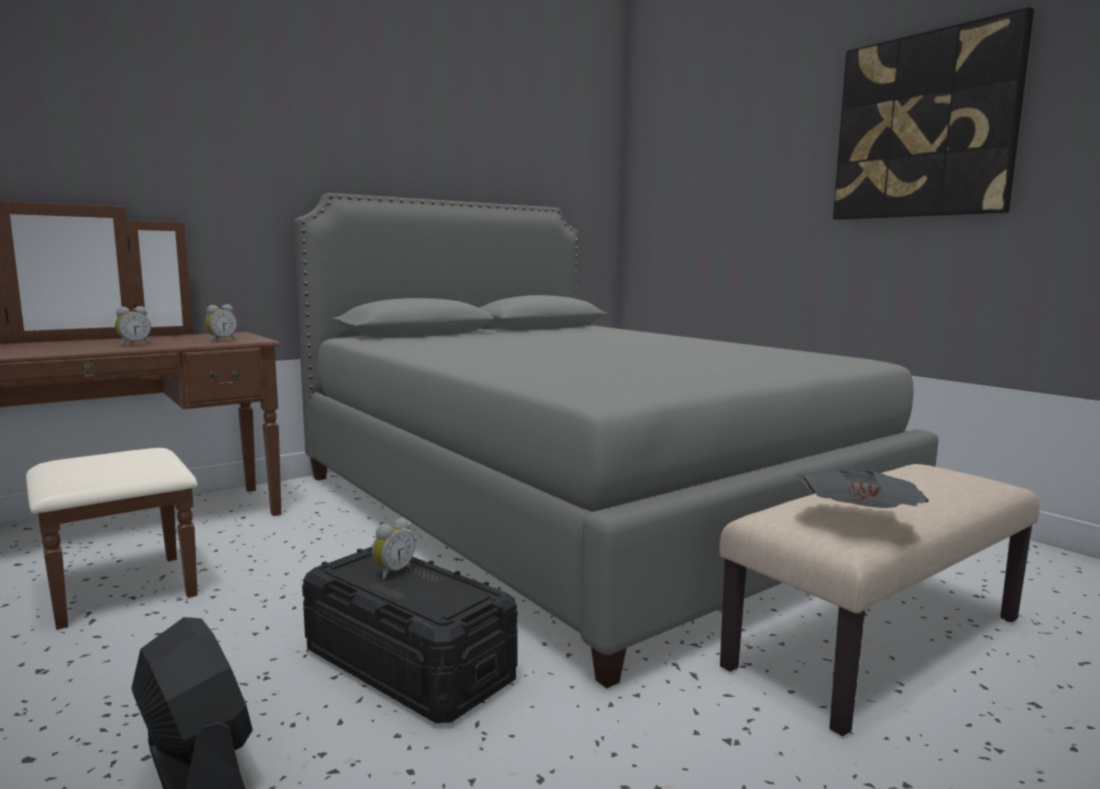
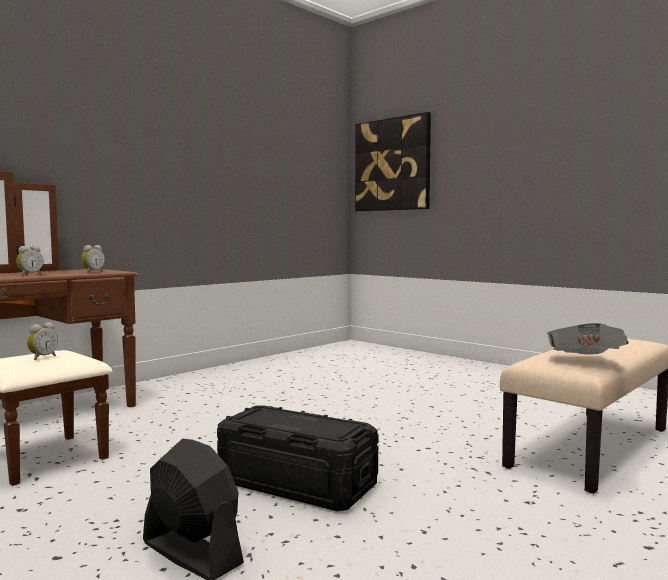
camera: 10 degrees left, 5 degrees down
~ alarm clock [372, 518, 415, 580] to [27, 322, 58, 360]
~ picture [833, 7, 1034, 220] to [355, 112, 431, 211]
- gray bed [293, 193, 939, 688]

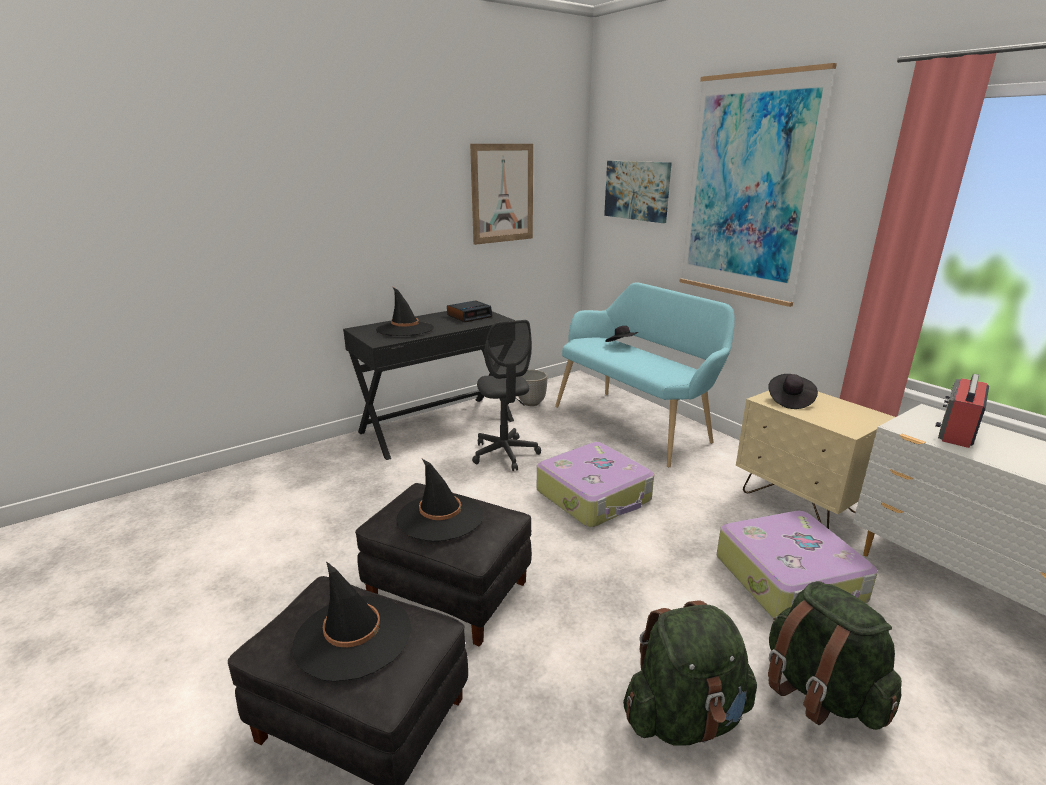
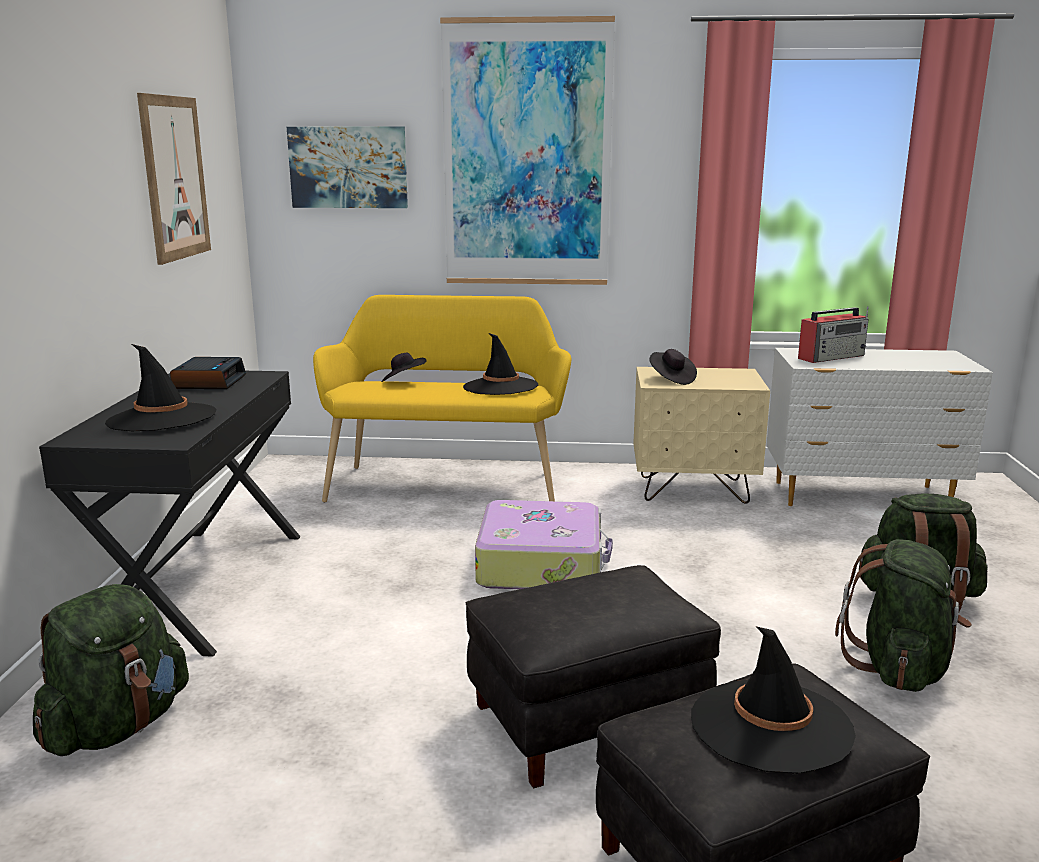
camera: 50 degrees left, 5 degrees down
+ greenish rucksack [33, 584, 189, 756]
~ blue-green long seat [555, 282, 735, 468] to yellow-coloured long seat [313, 295, 571, 503]
~ blackish clothing hat [396, 459, 484, 541] to [463, 333, 539, 395]
~ radio [935, 374, 989, 448] = [798, 306, 869, 363] 105 degrees counterclockwise
- gray computer chair [472, 320, 541, 471]
- flower pot [518, 370, 548, 406]
- travel case [717, 511, 878, 618]

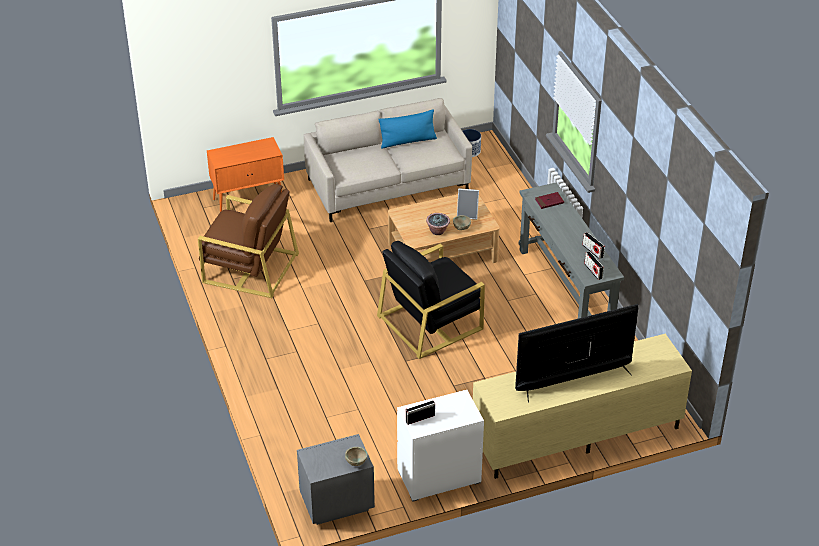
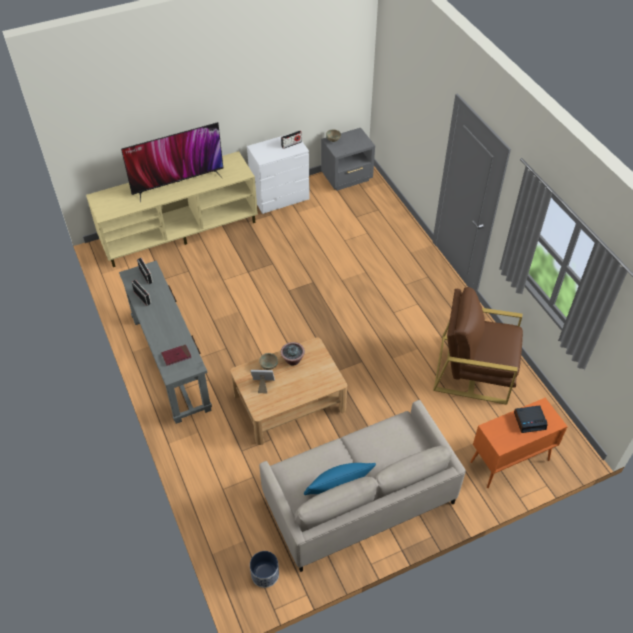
camera: 175 degrees right, 10 degrees up
+ alarm clock [514, 405, 548, 433]
- blackish lounge chair [377, 241, 485, 359]

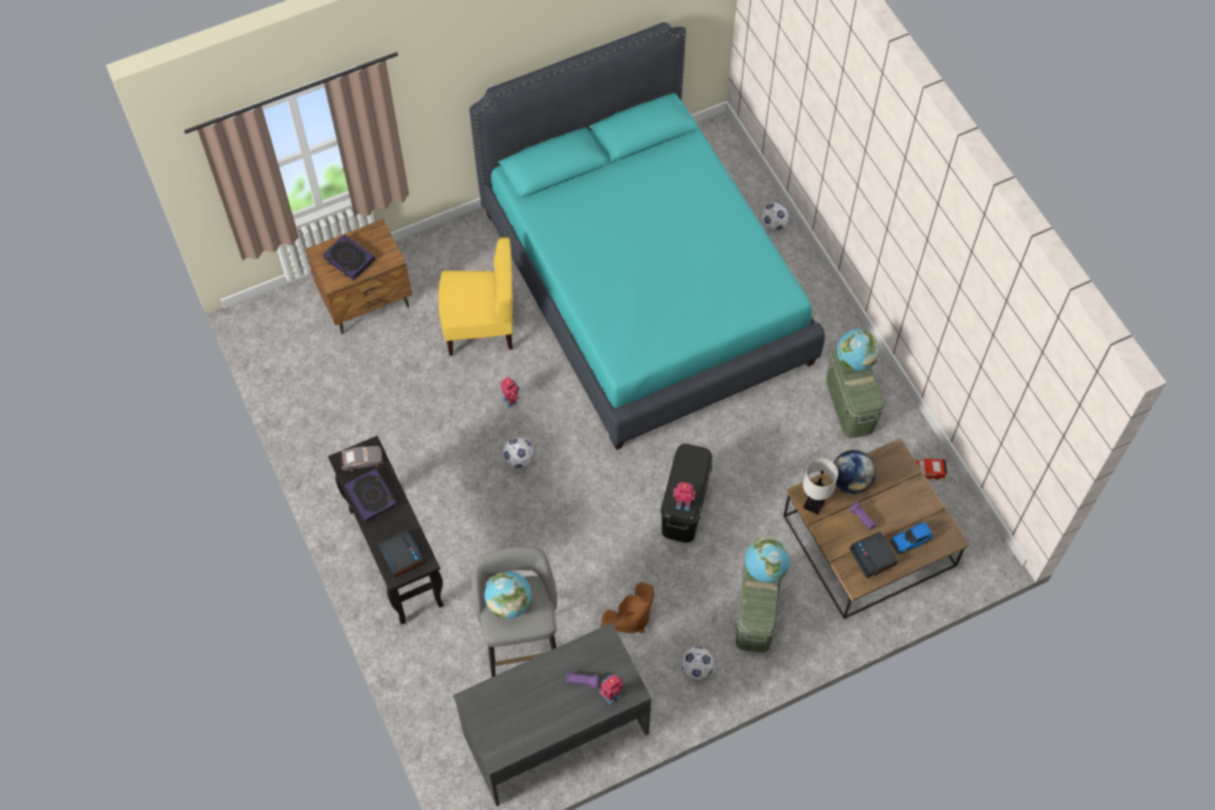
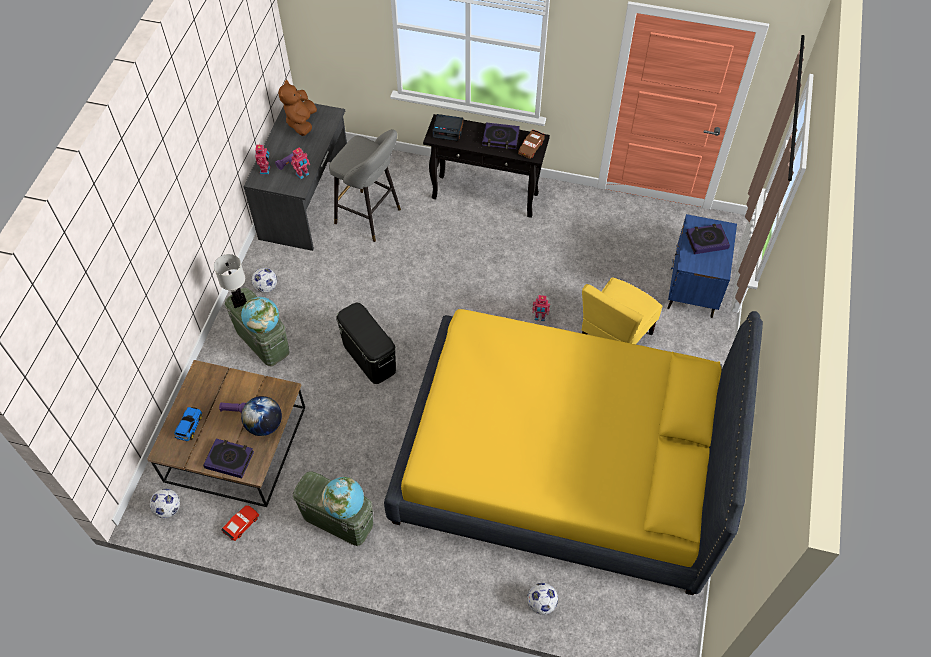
camera: 130 degrees right, 5 degrees down
~ ball for football [502, 437, 533, 468] to [150, 489, 180, 518]
+ volume [203, 439, 254, 479]
~ white table lamp [803, 458, 838, 514] to [214, 254, 247, 308]
~ brownish cuddly toy [601, 582, 654, 633] to [278, 80, 317, 136]
~ model robot [673, 482, 696, 511] to [291, 148, 310, 179]
~ blue-green bed [469, 22, 825, 450] to yellow-coloured bed [384, 309, 763, 595]
~ gray miniature car [339, 446, 383, 471] to brownish miniature car [518, 130, 545, 159]
~ brownish nightstand [305, 219, 412, 334] to blue-coloured nightstand [667, 214, 737, 318]
- globe [484, 571, 532, 619]
- alarm clock [849, 532, 898, 578]

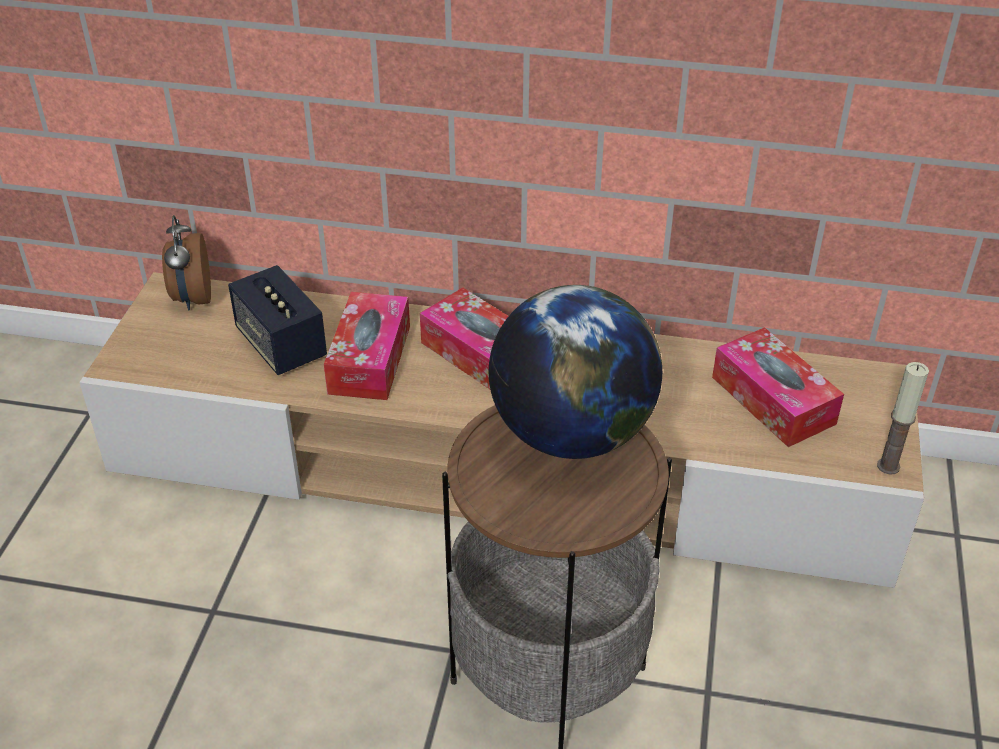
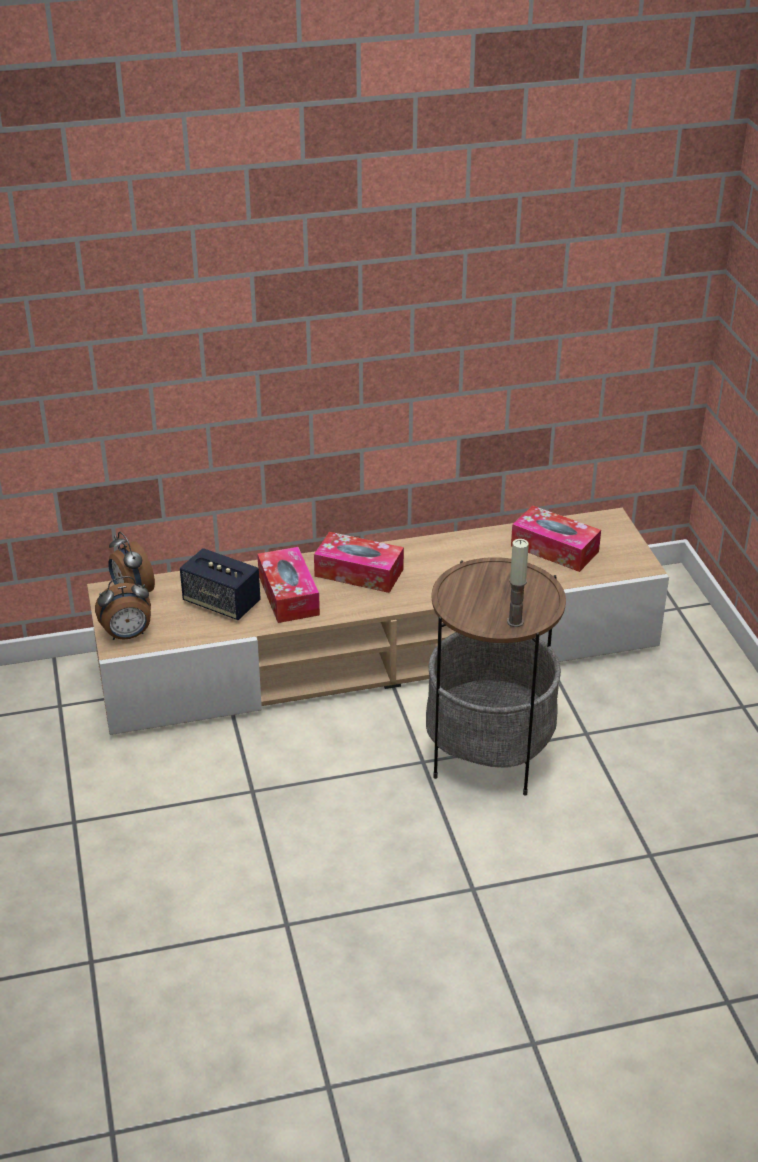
camera: 25 degrees left, 5 degrees down
+ alarm clock [95, 576, 151, 640]
~ wax light [877, 362, 929, 475] to [507, 539, 529, 627]
- globe [489, 285, 662, 459]

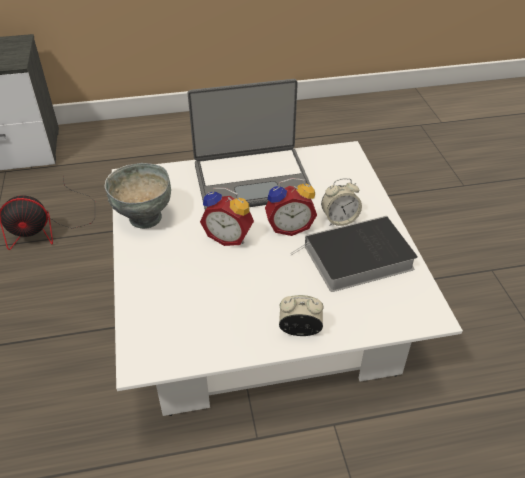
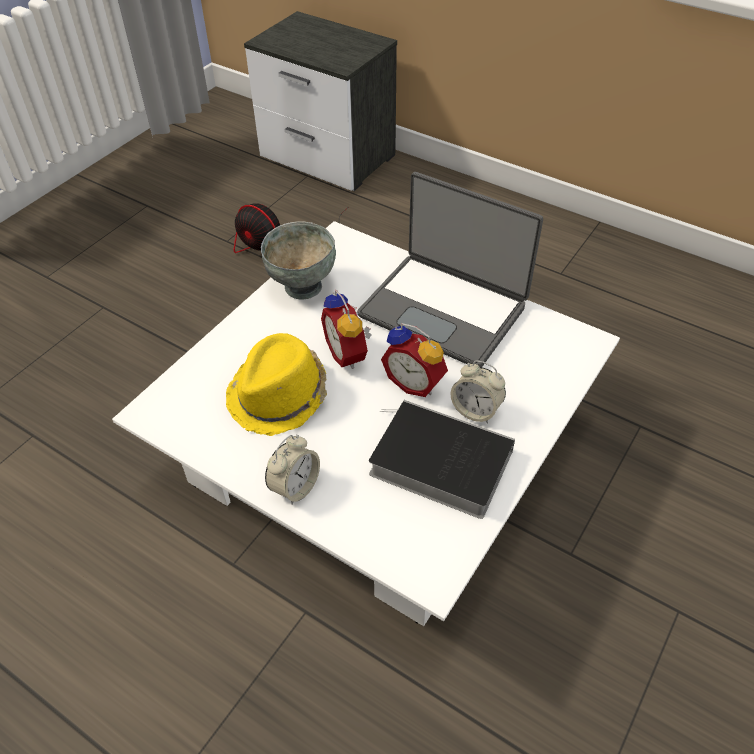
camera: 45 degrees right, 5 degrees up
+ yellow-coloured clothing hat [226, 333, 327, 436]
~ alarm clock [279, 295, 324, 336] = [265, 435, 320, 505] 75 degrees clockwise

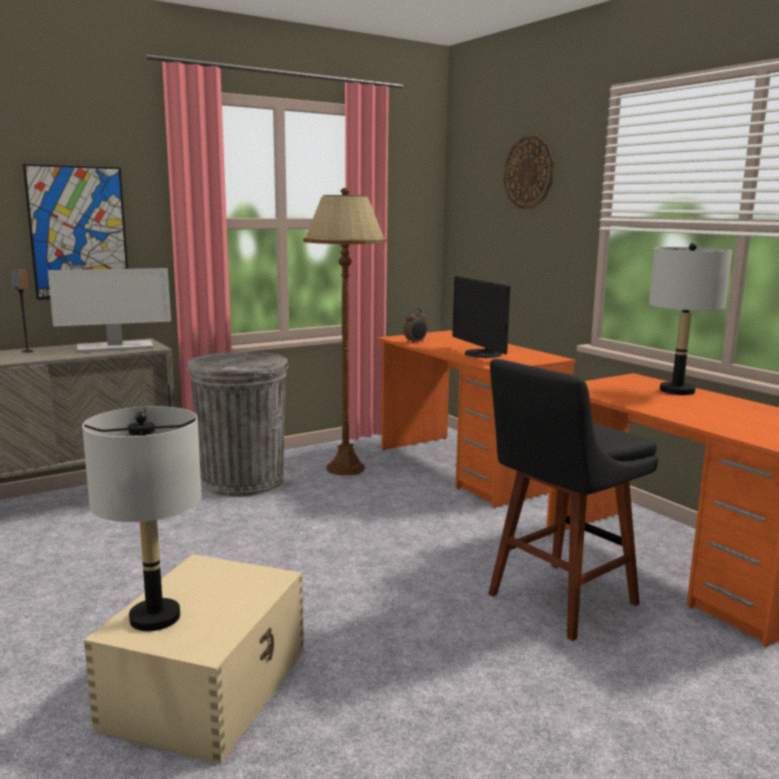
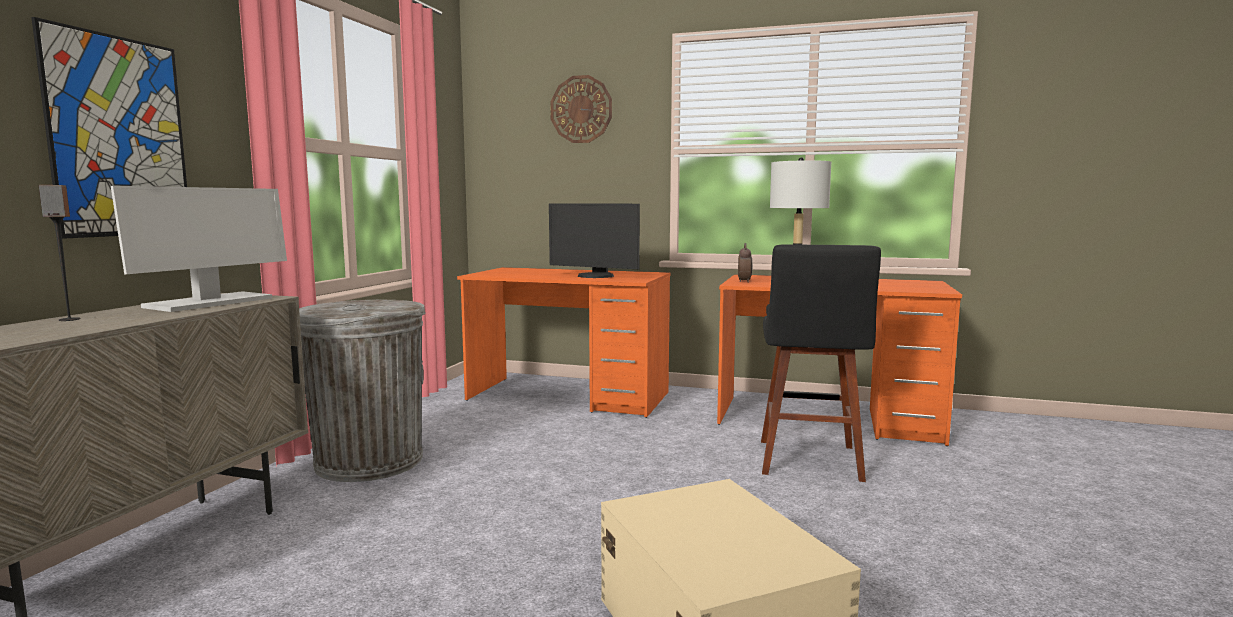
camera: 40 degrees left, 5 degrees down
~ alarm clock [404, 308, 427, 344] to [738, 243, 753, 283]
- gray table lamp [82, 406, 202, 631]
- brownish floor lamp [303, 188, 386, 475]

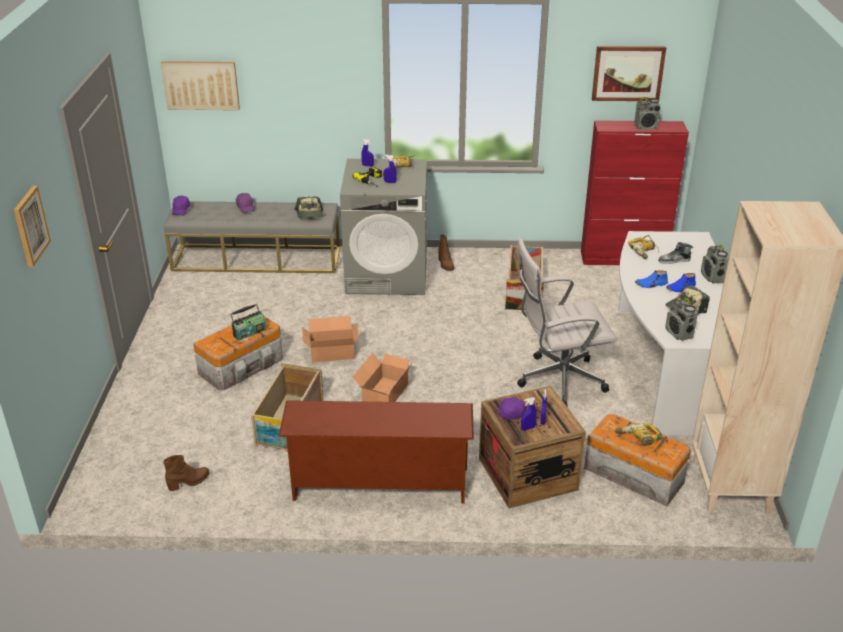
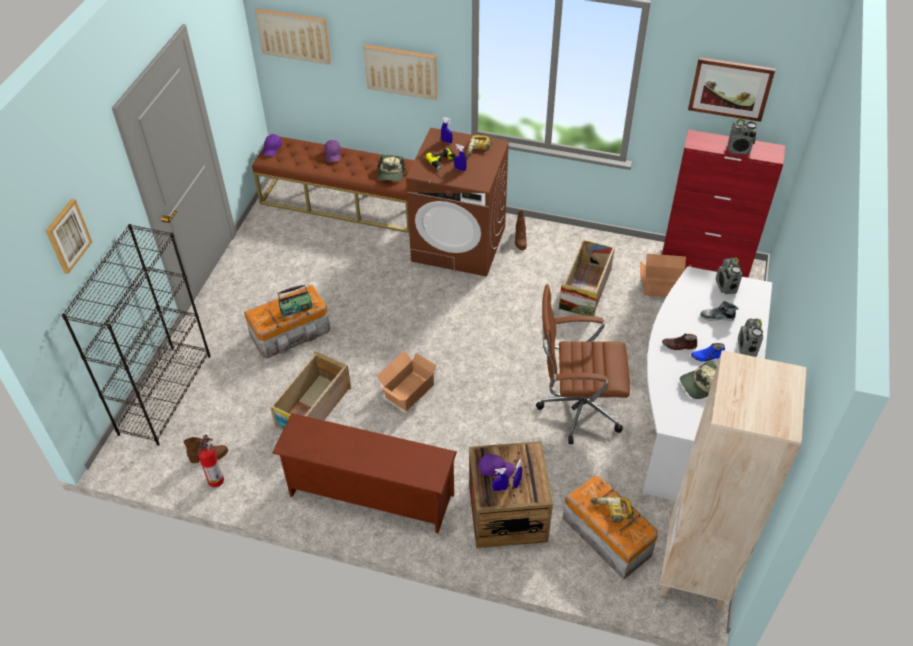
camera: 15 degrees right, 15 degrees up
+ blackish shelving unit [62, 224, 211, 446]
+ extinguisher [198, 434, 224, 487]
~ gray long seat [163, 201, 340, 273] to brownish long seat [252, 136, 414, 233]
+ picture [364, 44, 437, 100]
~ gray laundry machine [340, 159, 427, 295] to brownish laundry machine [406, 128, 509, 277]
~ white computer chair [517, 238, 617, 407] to brownish computer chair [536, 284, 630, 444]
~ cardboard box [302, 316, 359, 362] to [640, 254, 692, 297]
~ blue-coloured shoe [635, 270, 668, 288] to brownish shoe [662, 334, 697, 350]
~ radio [665, 297, 698, 341] to [716, 257, 743, 294]
- drill [628, 235, 659, 259]

